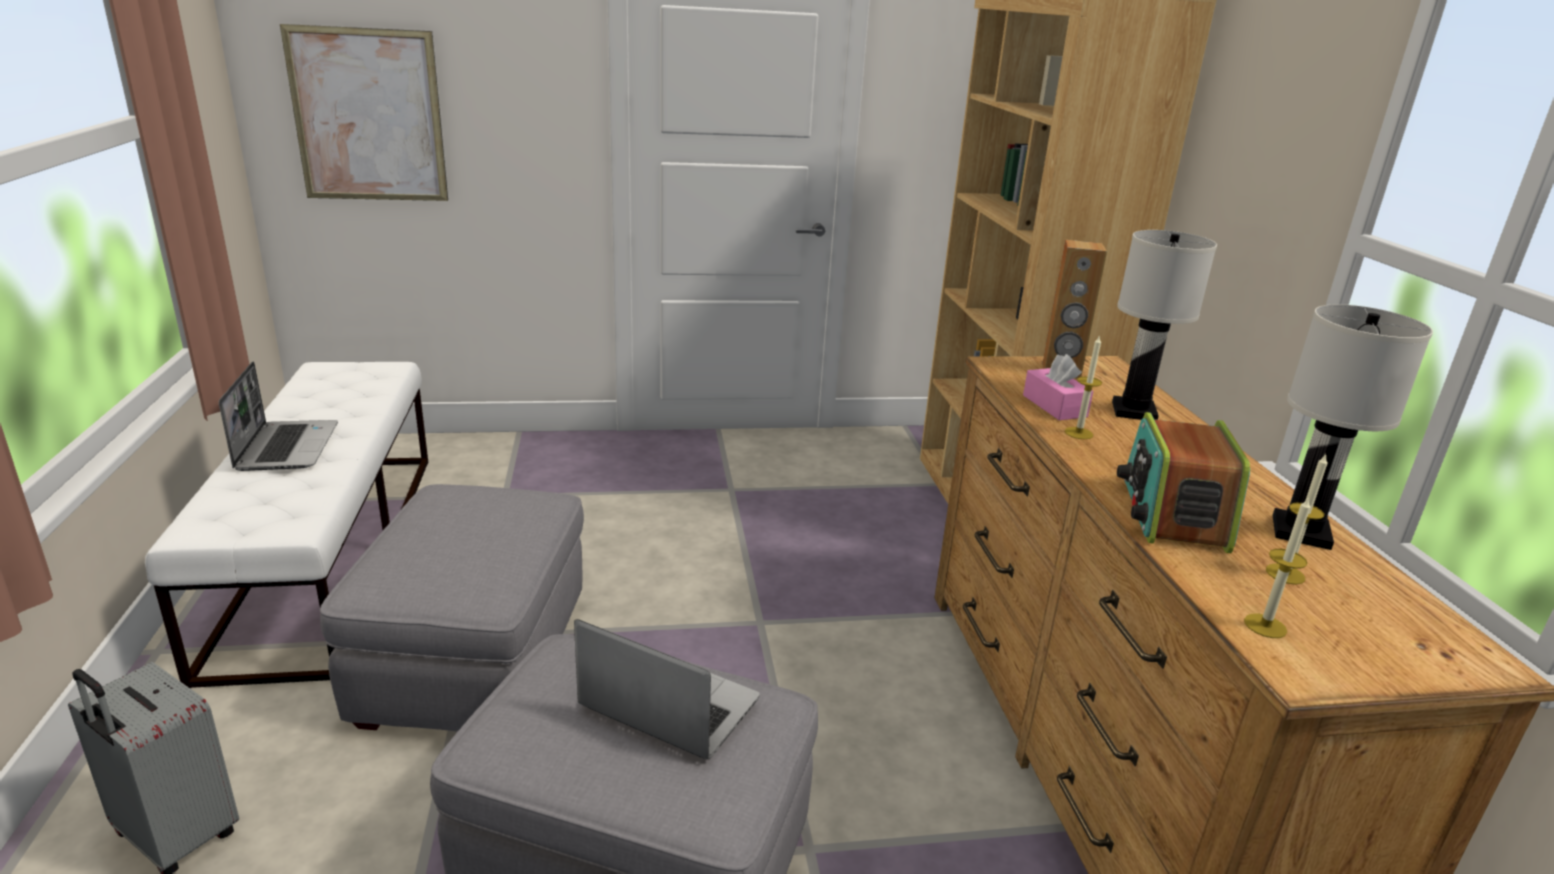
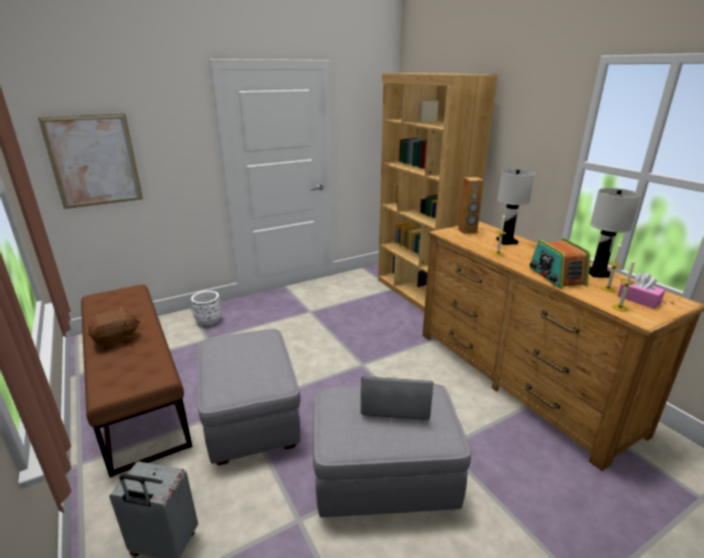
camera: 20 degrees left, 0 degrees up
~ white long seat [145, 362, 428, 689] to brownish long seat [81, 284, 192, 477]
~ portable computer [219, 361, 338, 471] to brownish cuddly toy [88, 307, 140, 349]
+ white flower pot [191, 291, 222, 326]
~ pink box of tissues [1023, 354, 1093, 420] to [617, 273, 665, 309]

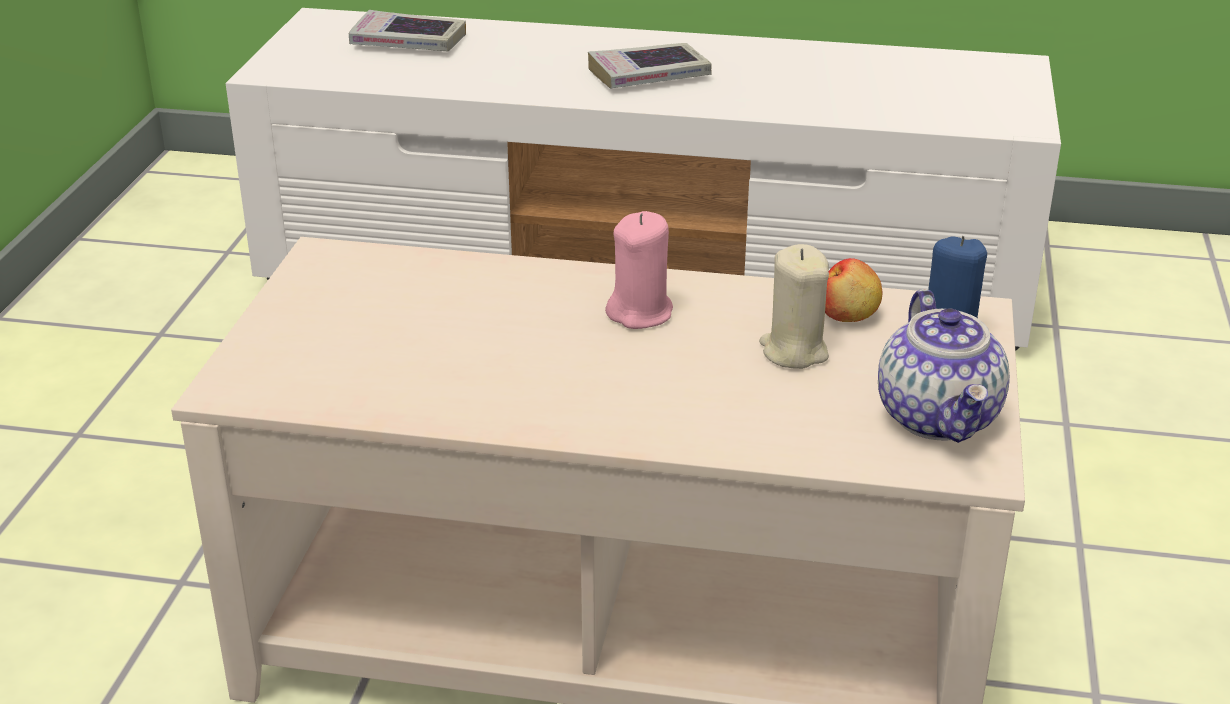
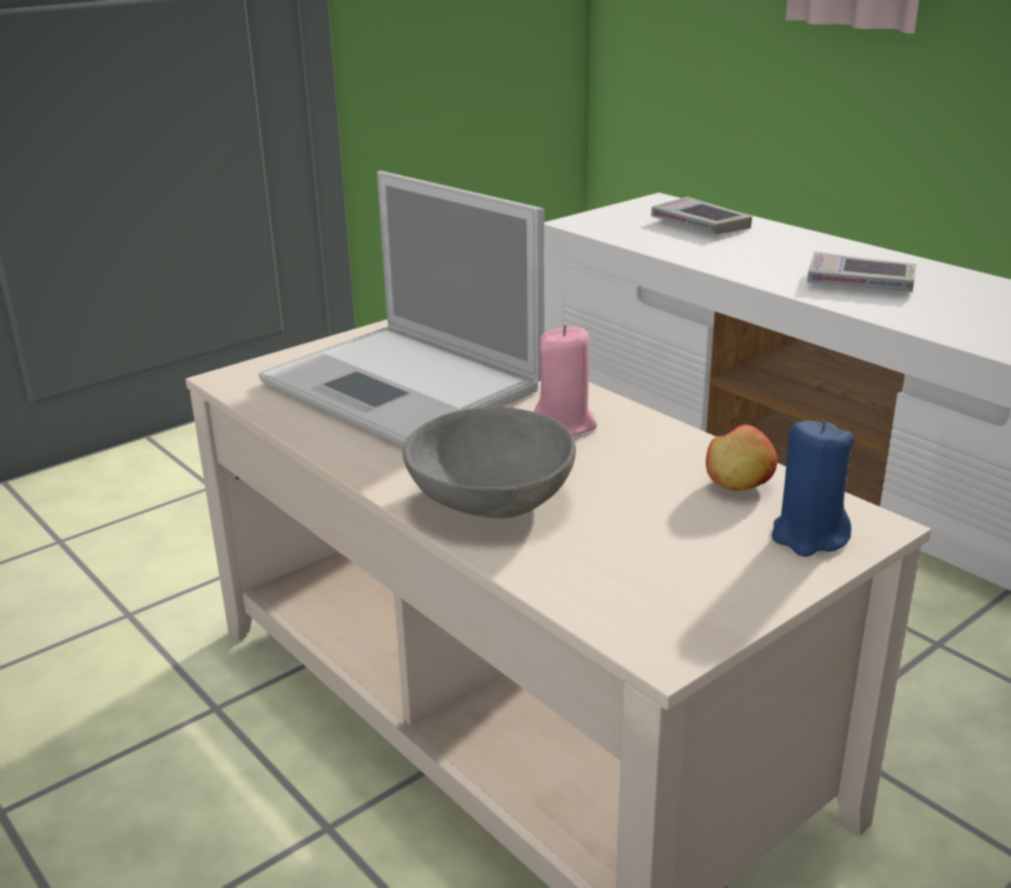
camera: 40 degrees right, 5 degrees down
+ portable computer [259, 171, 545, 447]
+ gray bowl [403, 406, 576, 519]
- sand-coloured wax light [759, 244, 829, 369]
- pot for tea [878, 289, 1010, 443]

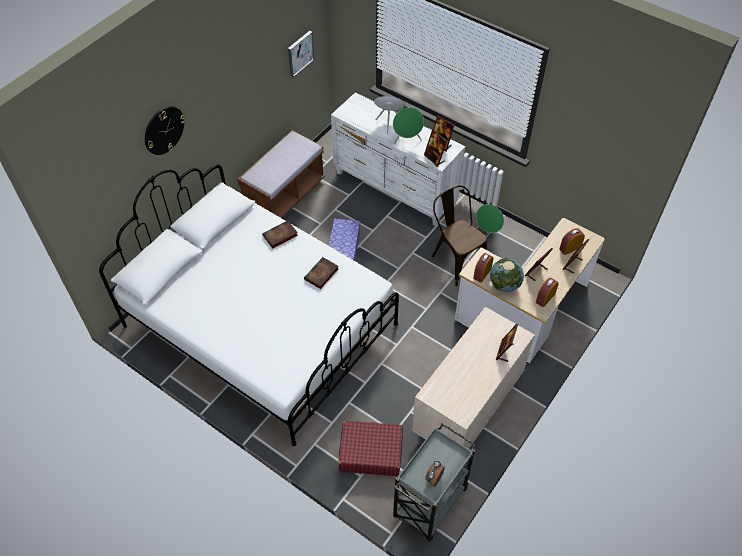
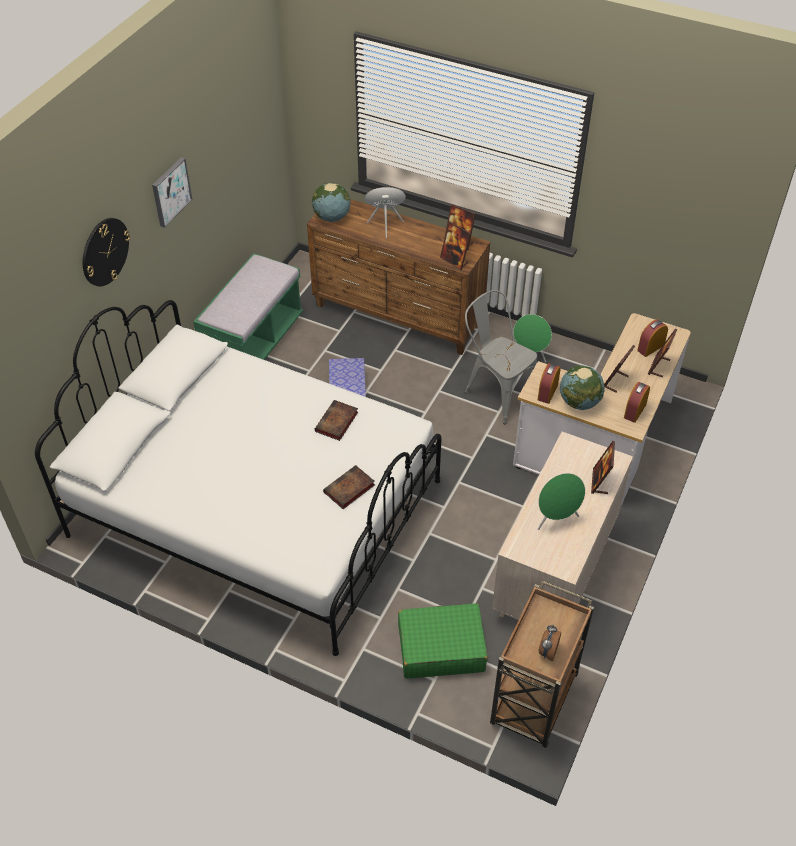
camera: 10 degrees left, 5 degrees down
~ picture [288, 31, 314, 77] to [152, 157, 193, 228]
~ brownish long seat [237, 130, 325, 218] to greenish long seat [193, 253, 303, 360]
~ white chest of drawers [331, 92, 465, 226] to brownish chest of drawers [307, 199, 490, 355]
+ globe [312, 183, 351, 222]
~ volume [262, 220, 298, 248] to [323, 465, 375, 509]
~ red travel case [338, 421, 403, 476] to greenish travel case [398, 603, 488, 678]
~ brownish chair [432, 185, 487, 286] to gray chair [465, 290, 537, 424]
~ gray trolley [393, 423, 476, 542] to brownish trolley [490, 581, 594, 748]
~ greenish audio speaker [393, 107, 424, 144] to [538, 473, 585, 530]

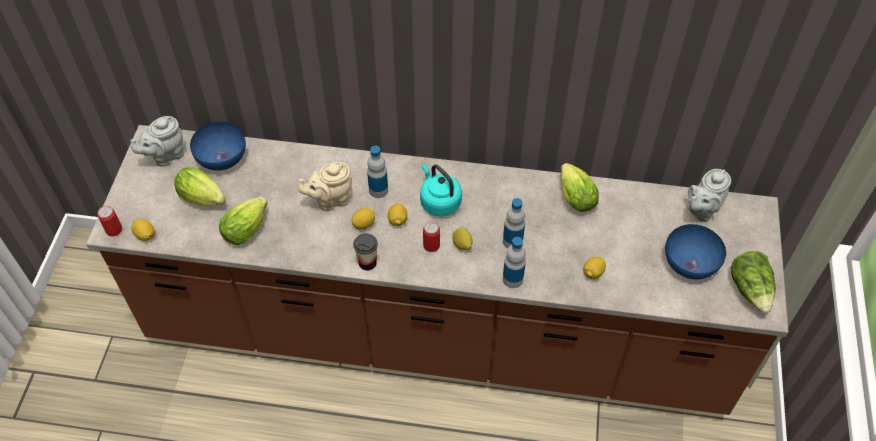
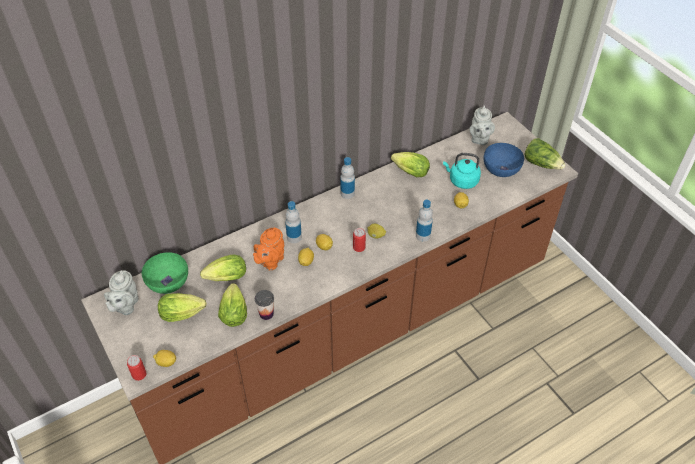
camera: 40 degrees left, 5 degrees down
~ blue-coloured bowl [190, 122, 246, 171] to greenish bowl [142, 252, 188, 294]
+ lettuce head [200, 255, 246, 281]
~ sand-coloured pot for tea [298, 162, 352, 211] to orange-coloured pot for tea [253, 227, 284, 270]
~ drinking cup [353, 233, 378, 271] to [255, 290, 274, 320]
~ drink bottle [503, 198, 525, 249] to [340, 157, 355, 199]
~ blue-green kettle [420, 164, 462, 217] to [443, 153, 481, 189]

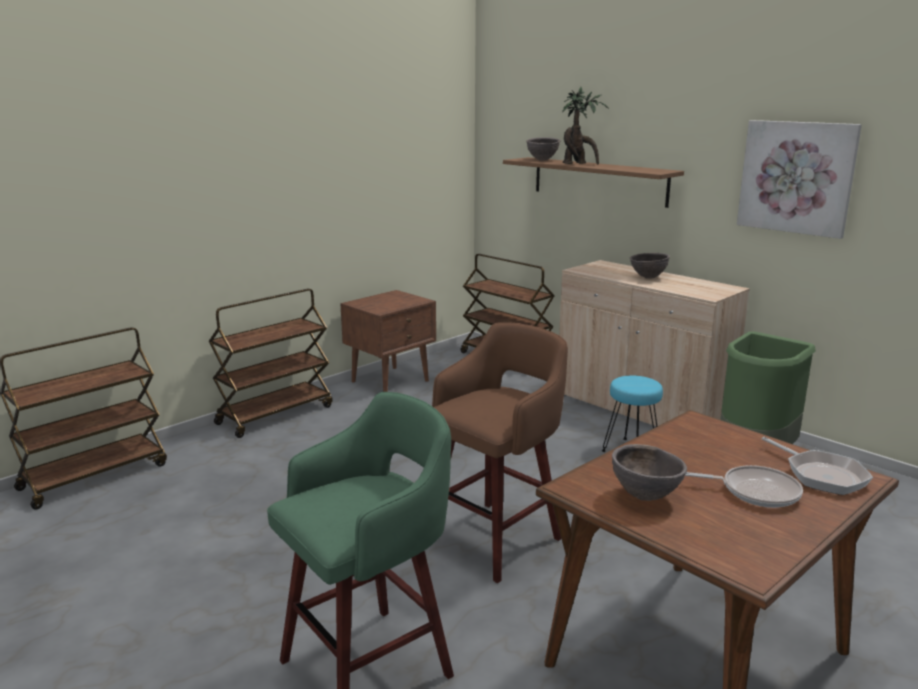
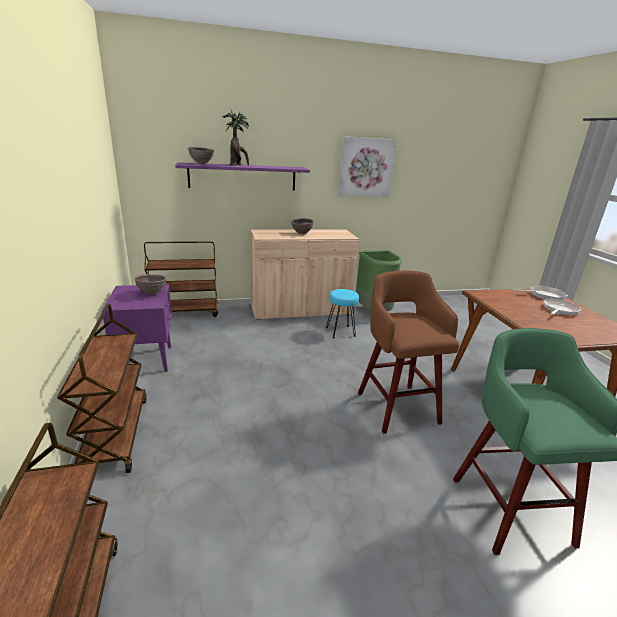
camera: 60 degrees left, 5 degrees up
~ brownish nightstand [340, 290, 436, 392] to purplish nightstand [102, 284, 172, 372]
~ brownish bowl [612, 444, 687, 501] to [134, 274, 167, 295]
~ brownish bracket shelf [503, 157, 684, 208] to purplish bracket shelf [175, 162, 310, 190]

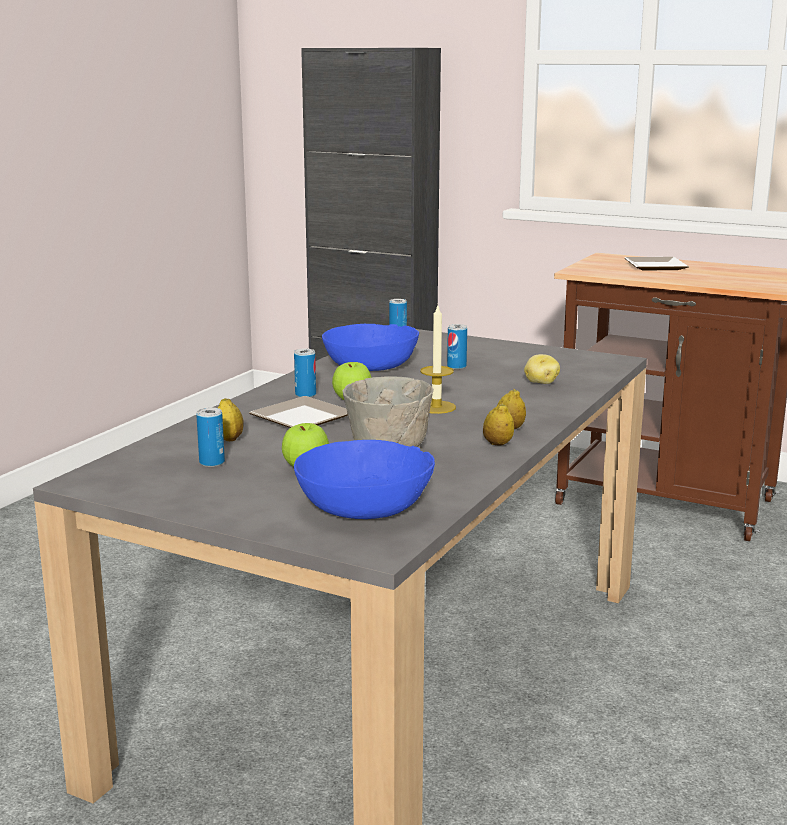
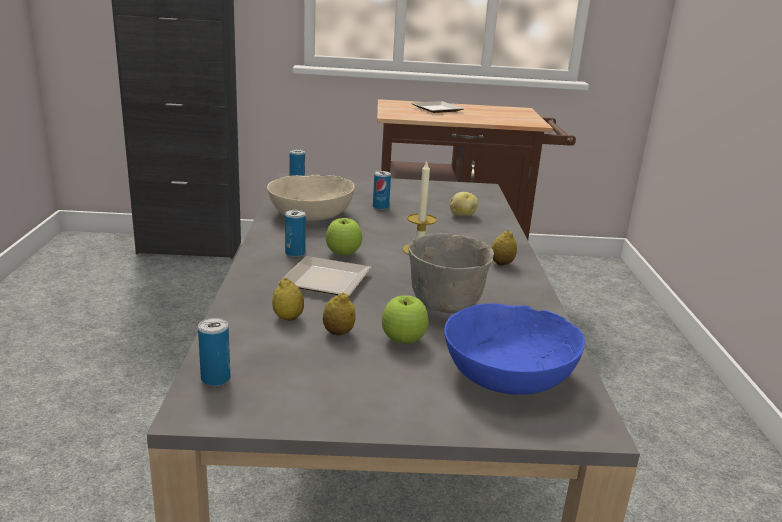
camera: 30 degrees left, 5 degrees up
~ metal can [196, 407, 225, 467] to [198, 318, 230, 386]
~ blue-coloured bowl [322, 324, 419, 371] to sand-coloured bowl [267, 174, 355, 221]
~ whole lemon [483, 403, 514, 446] to [323, 292, 355, 336]

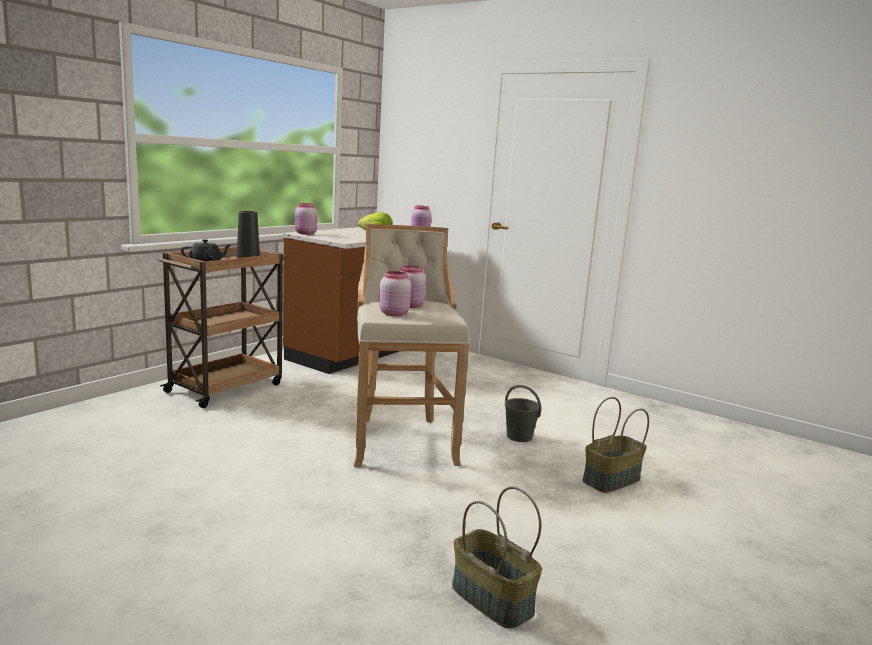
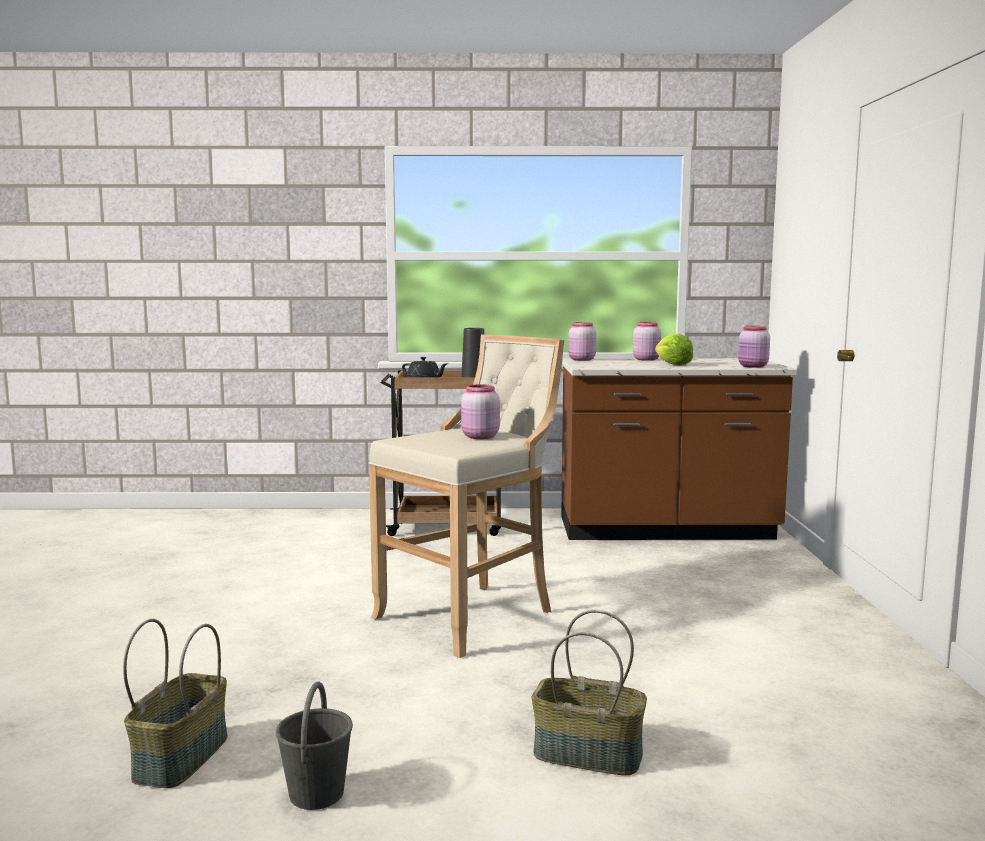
camera: 55 degrees right, 5 degrees down
~ gray water bucket [505, 385, 541, 442] to [276, 681, 353, 810]
~ pink storage jar [379, 271, 411, 316] to [633, 322, 661, 361]

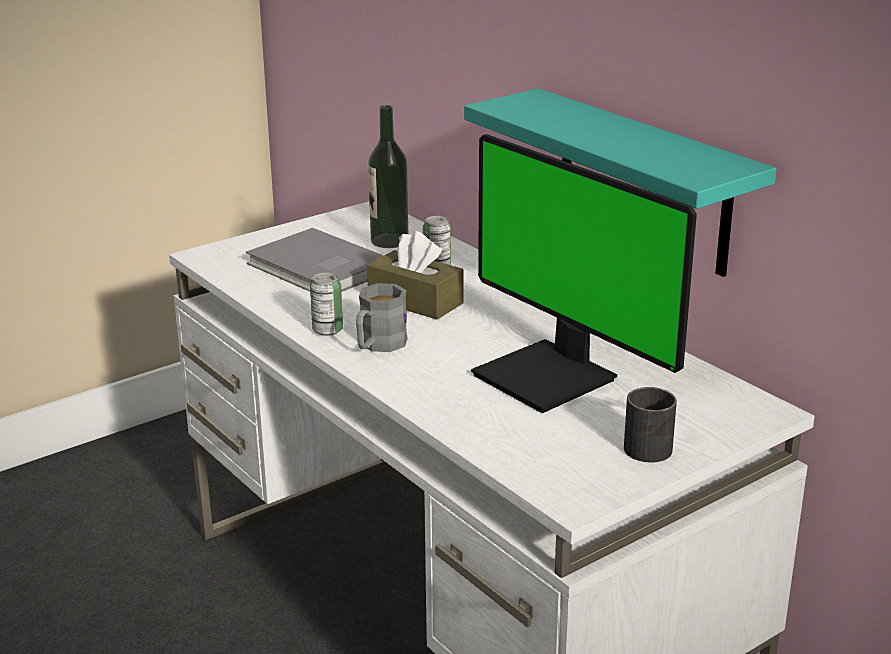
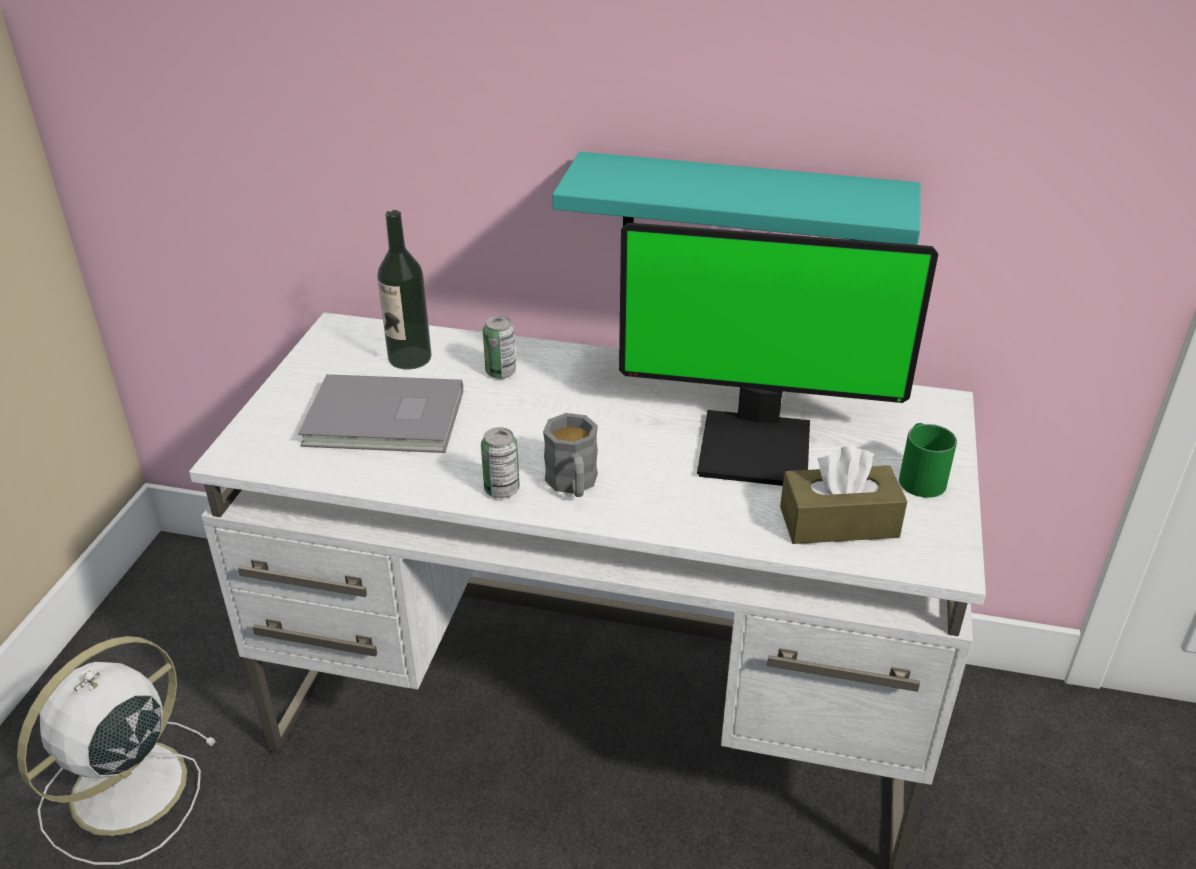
camera: 40 degrees left, 10 degrees up
+ white fan [17, 636, 217, 865]
~ brownish box of tissues [367, 231, 464, 320] to [780, 445, 907, 544]
~ blackish tea mug [624, 387, 677, 463] to greenish tea mug [899, 423, 957, 498]

